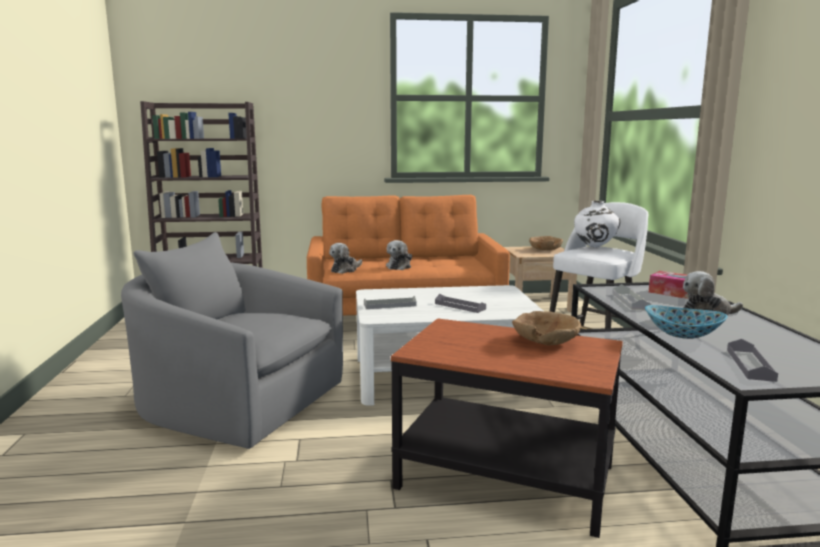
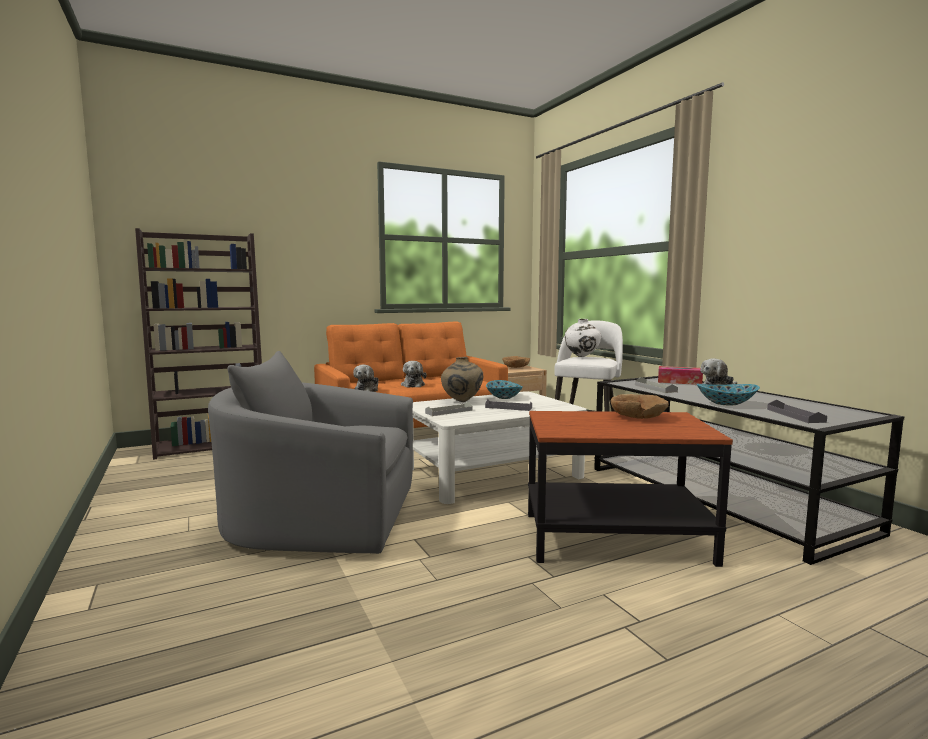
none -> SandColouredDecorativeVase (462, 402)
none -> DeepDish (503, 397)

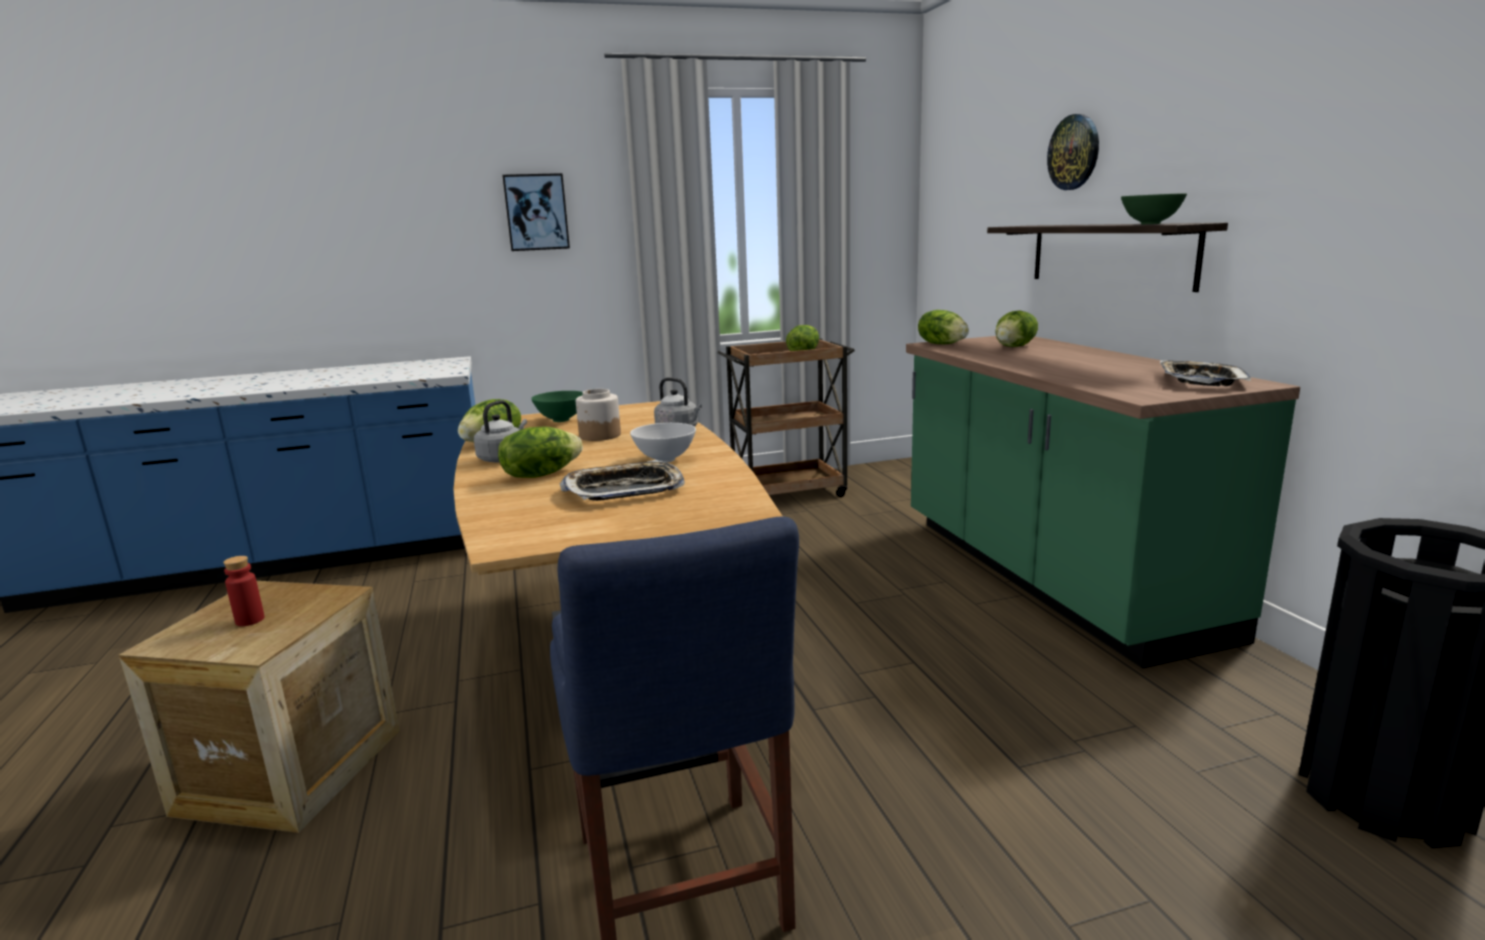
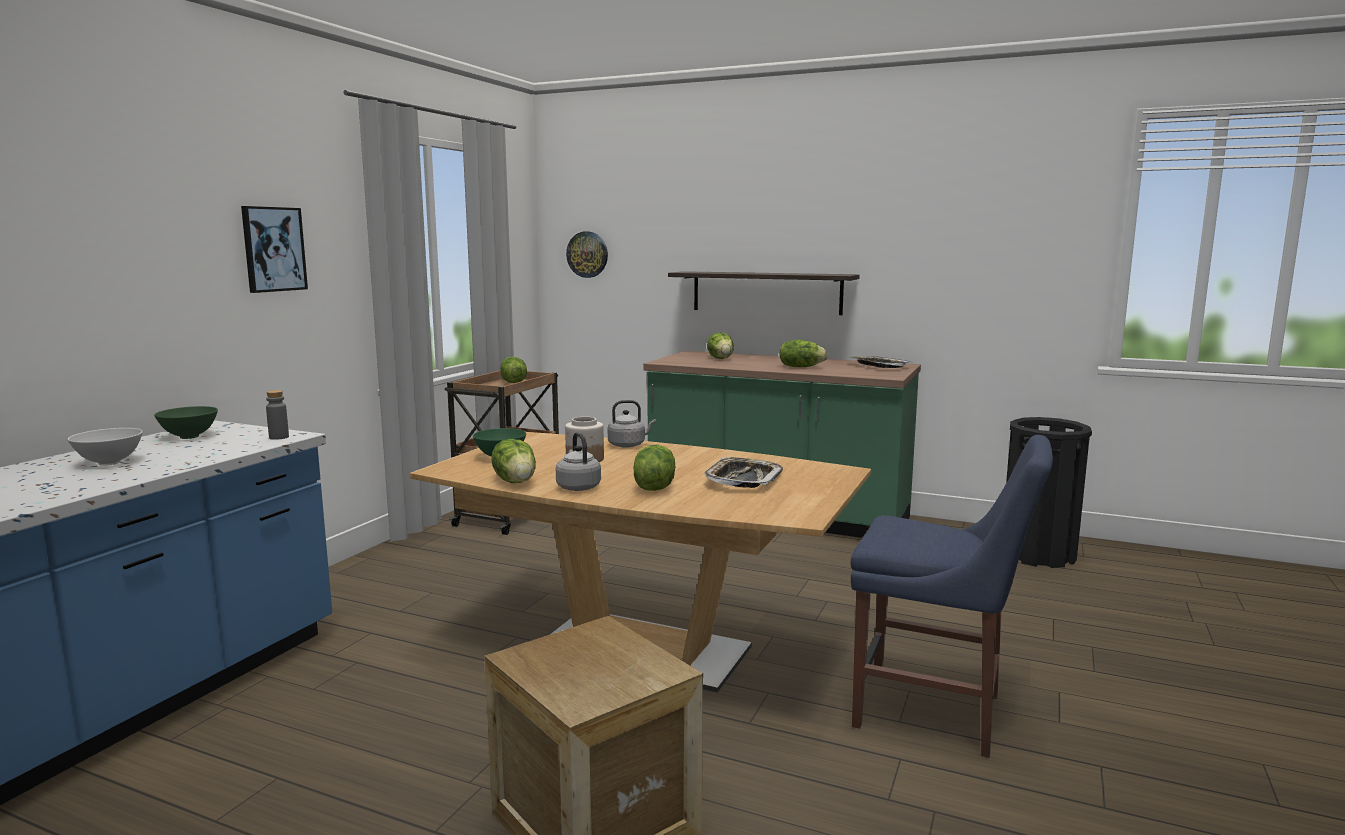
HangingClock (1074, 152) -> HangingClock (587, 254), shifted
GreenColouredDeepDish (1149, 224) -> GreenColouredDeepDish (188, 437), shifted
HeadOfLettuce (942, 344) -> HeadOfLettuce (801, 367), shifted
WhiteColouredDeepDish (665, 459) -> WhiteColouredDeepDish (109, 463), shifted
ReddishBeverageBottle (250, 620) -> none
none -> GrayBeverageBottle (279, 437)

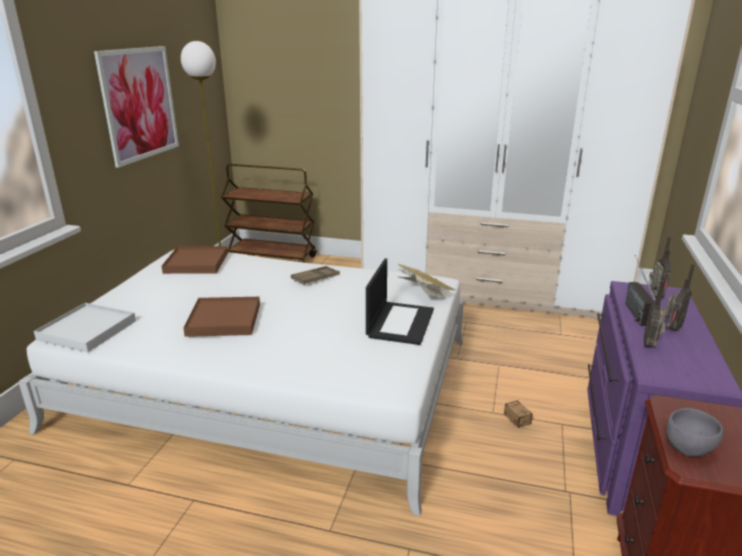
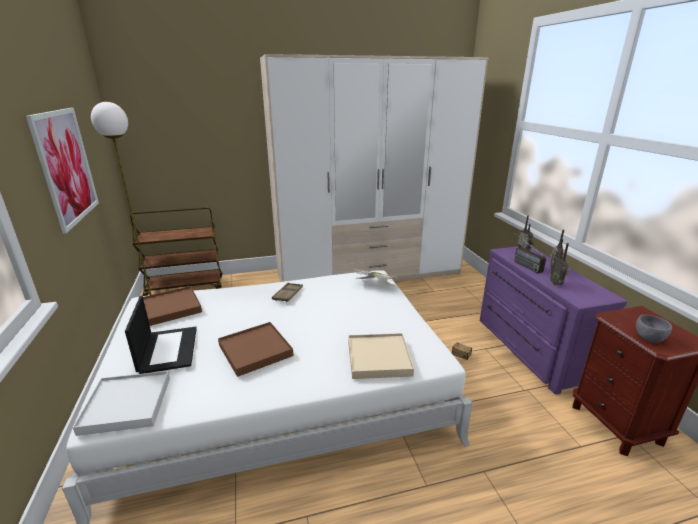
PortableComputer (400, 322) -> PortableComputer (168, 349), shifted
none -> SandColouredServingTray (379, 358)

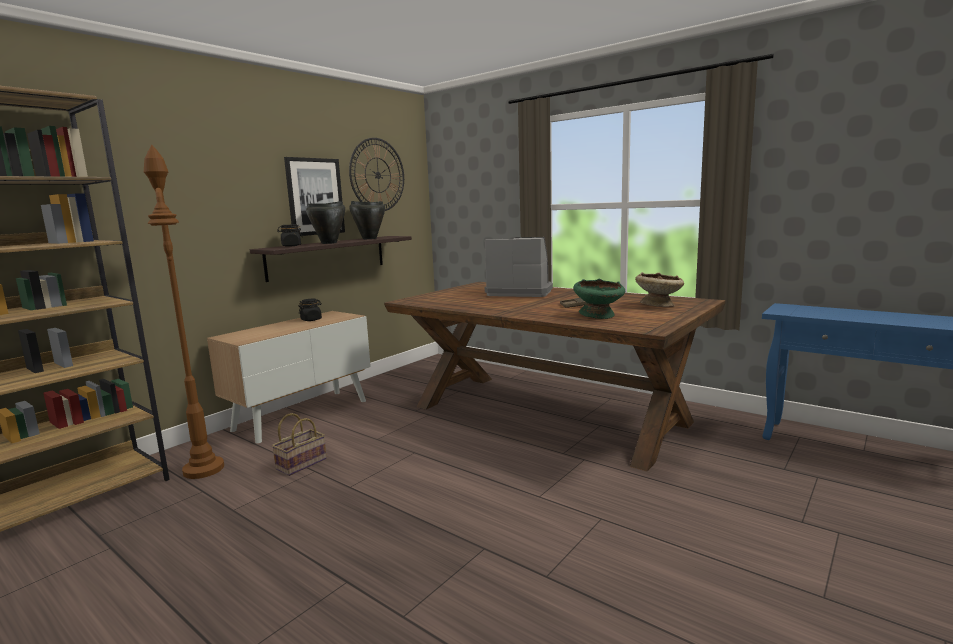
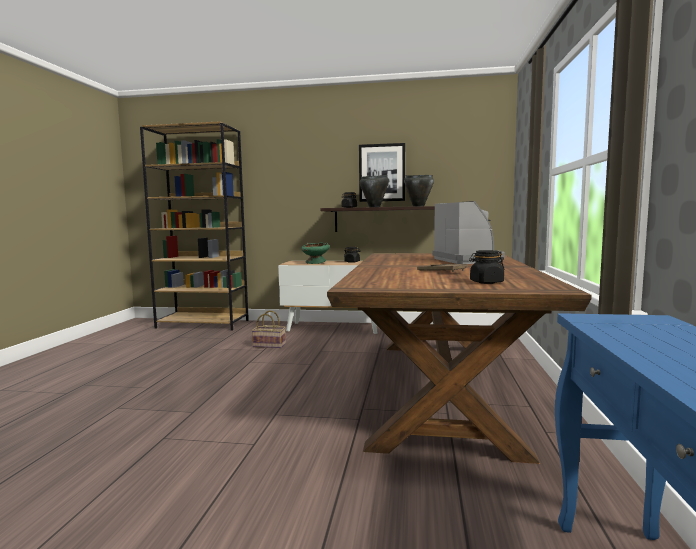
HangingClock (377, 175) -> none
BrownStandardLamp (203, 469) -> none
SandColouredDeepDish (658, 305) -> BlackColouredPreserveJar (486, 282)
GreenColouredDeepDish (599, 315) -> GreenColouredDeepDish (316, 263), shifted

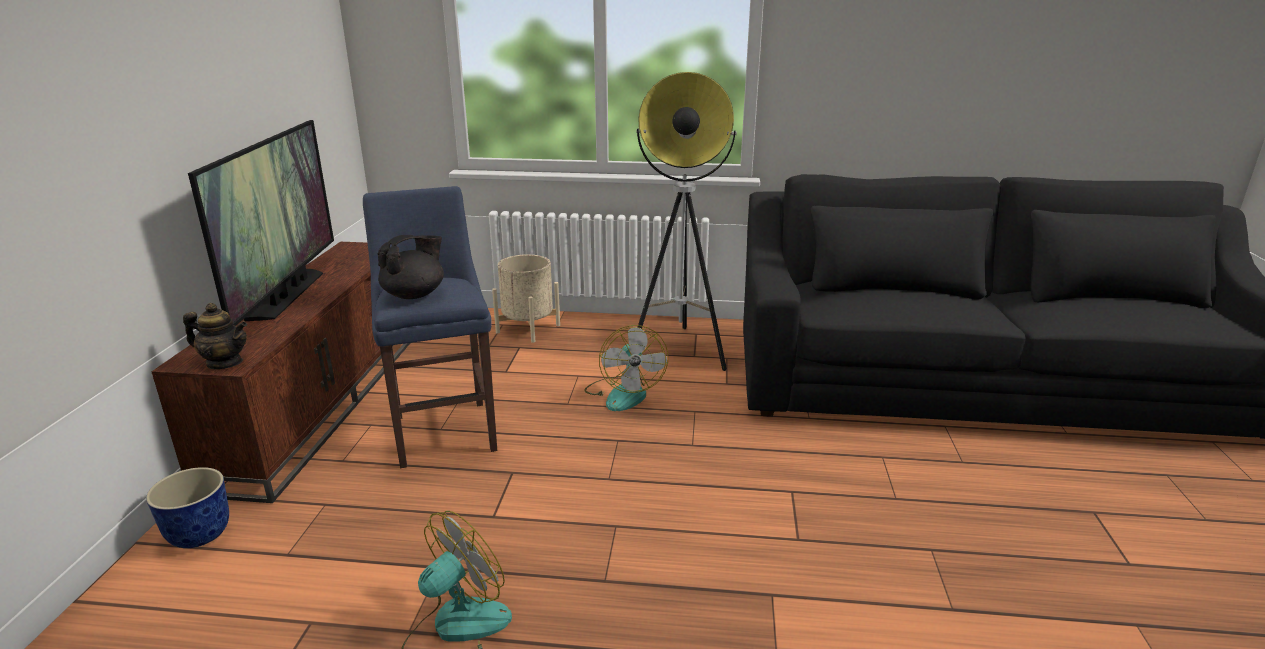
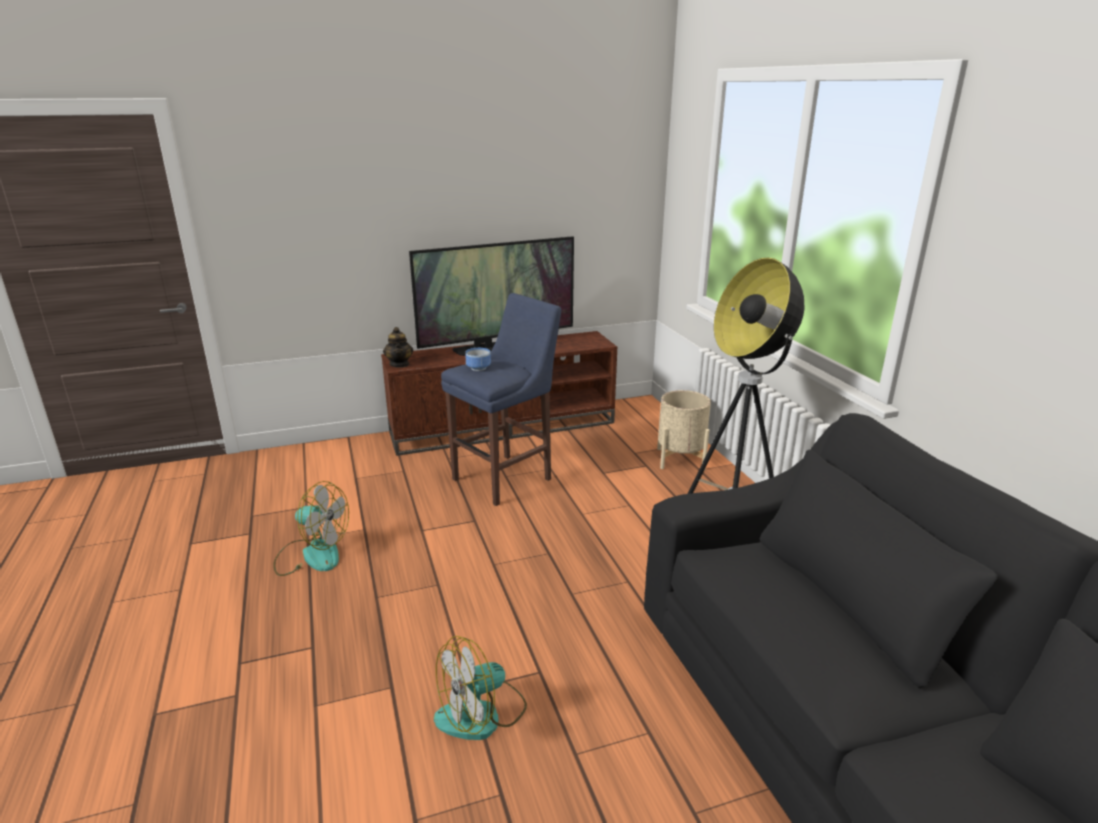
BlackColouredTeapot (415, 295) -> DeepDish (479, 368)
ElectricFan (624, 393) -> ElectricFan (481, 714), shifted
Planter (199, 534) -> none

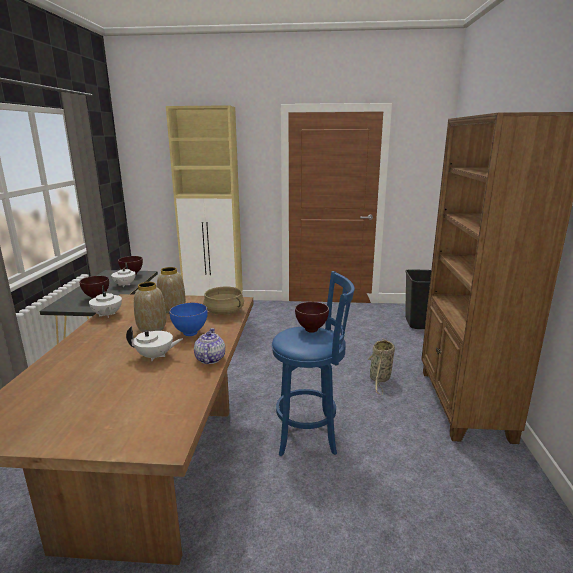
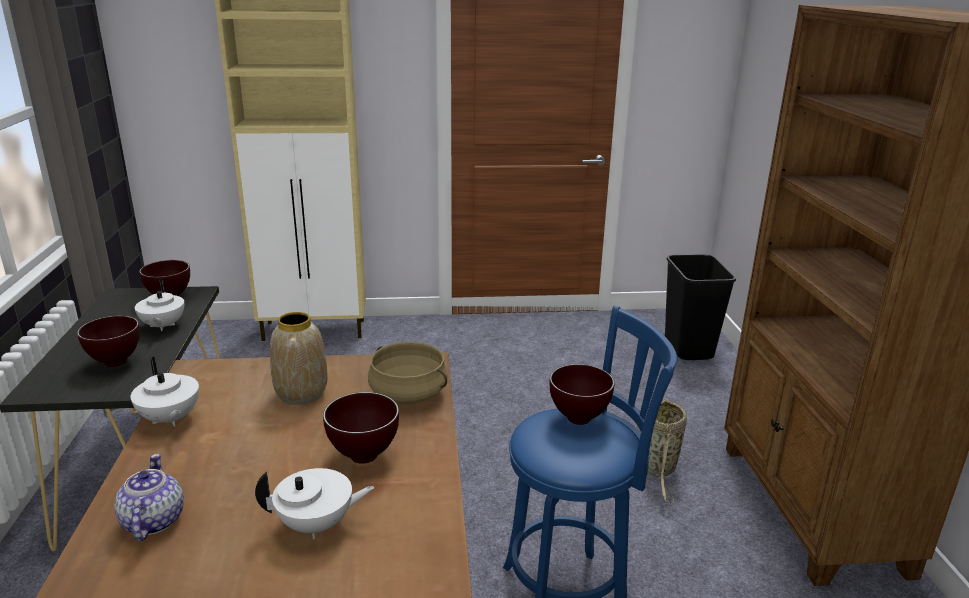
DecorativeVase (152, 328) -> none
BlueColouredDeepDish (190, 334) -> BrownDeepDish (363, 457)
Teapot (209, 359) -> Teapot (152, 521), shifted

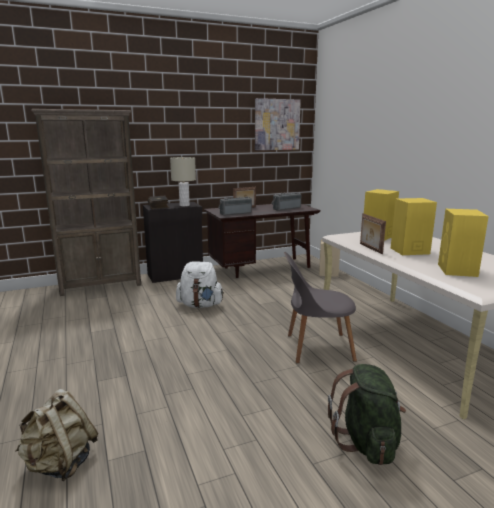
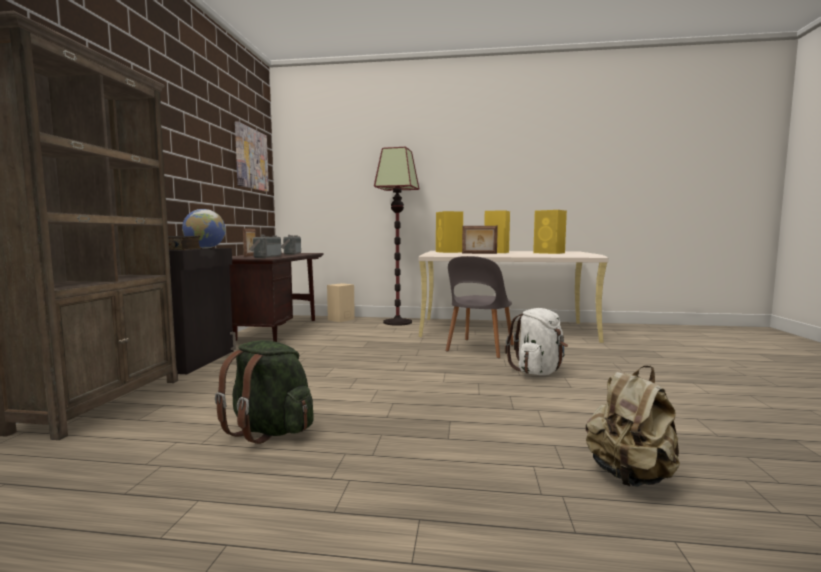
SandColouredTableLamp (184, 205) -> DeskGlobe (205, 248)
WhiteColouredBackpack (200, 305) -> WhiteColouredBackpack (538, 372), shifted
GreenColouredBackpack (366, 442) -> GreenColouredBackpack (269, 430), shifted
none -> StandardLamp (397, 322)

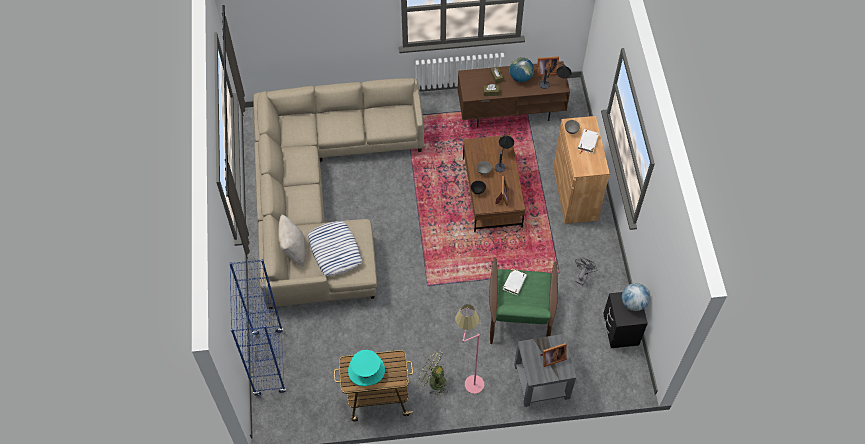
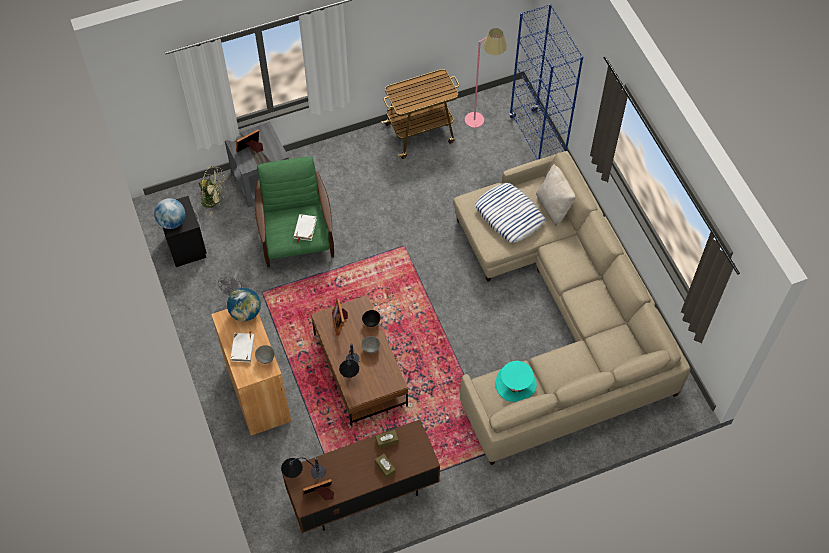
DeskGlobe (520, 77) -> DeskGlobe (245, 313), shifted
PinkishStandardLamp (468, 378) -> PinkishStandardLamp (482, 123), shifted
TurquoiseWearableHat (366, 370) -> TurquoiseWearableHat (515, 384), shifted
GreenColouredElectricFan (433, 381) -> GreenColouredElectricFan (214, 201), shifted

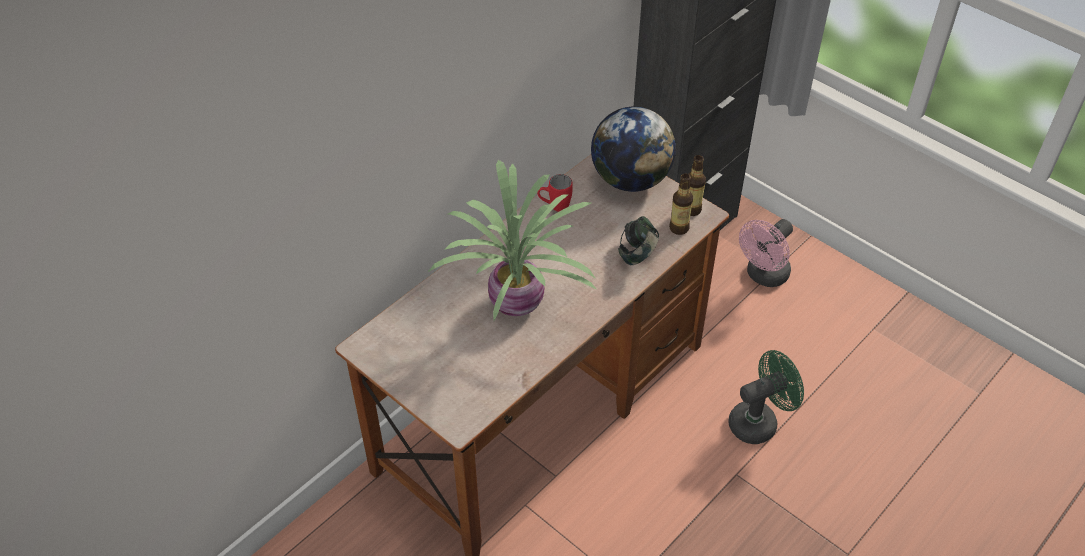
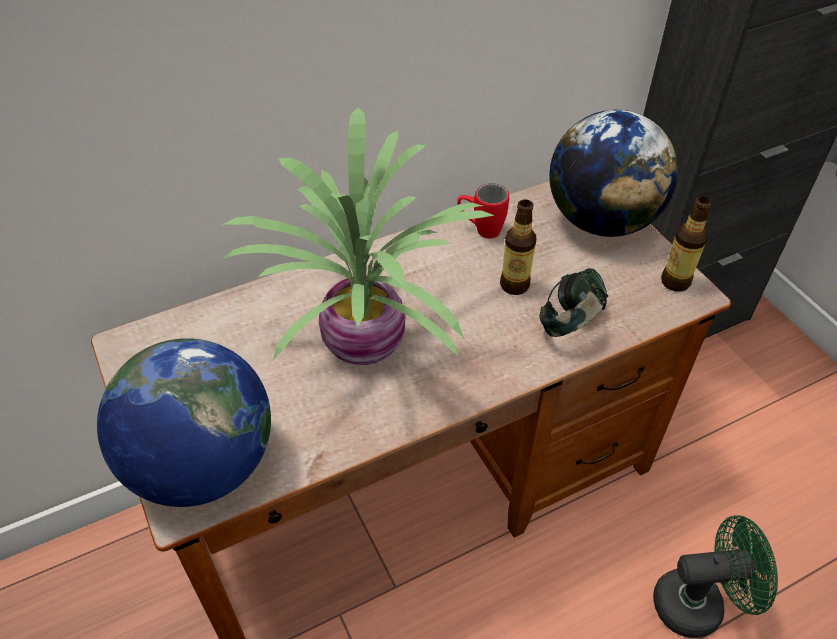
BeverageBottle (679, 228) -> BeverageBottle (514, 285), shifted
PinkishElectricFan (763, 276) -> none
none -> DeskGlobe (202, 465)

